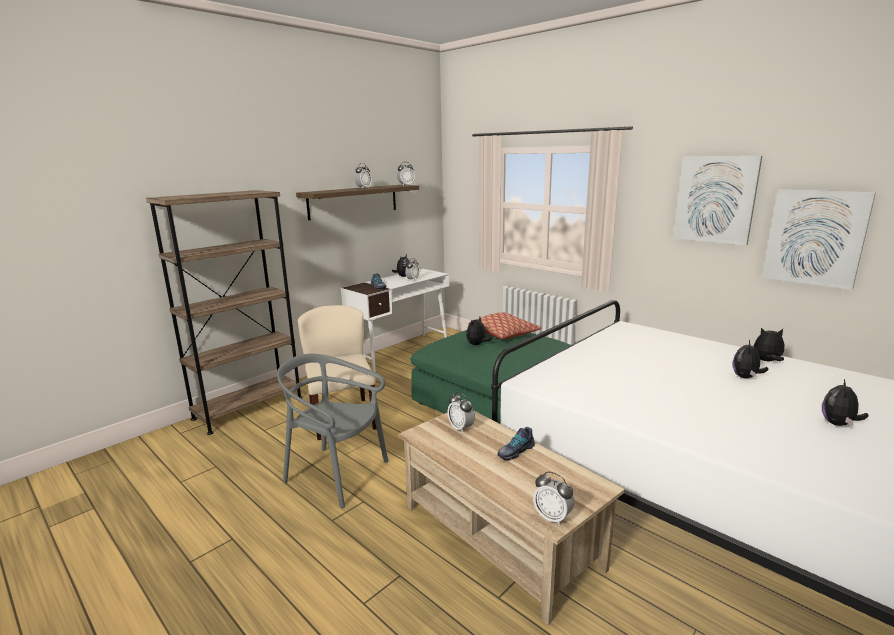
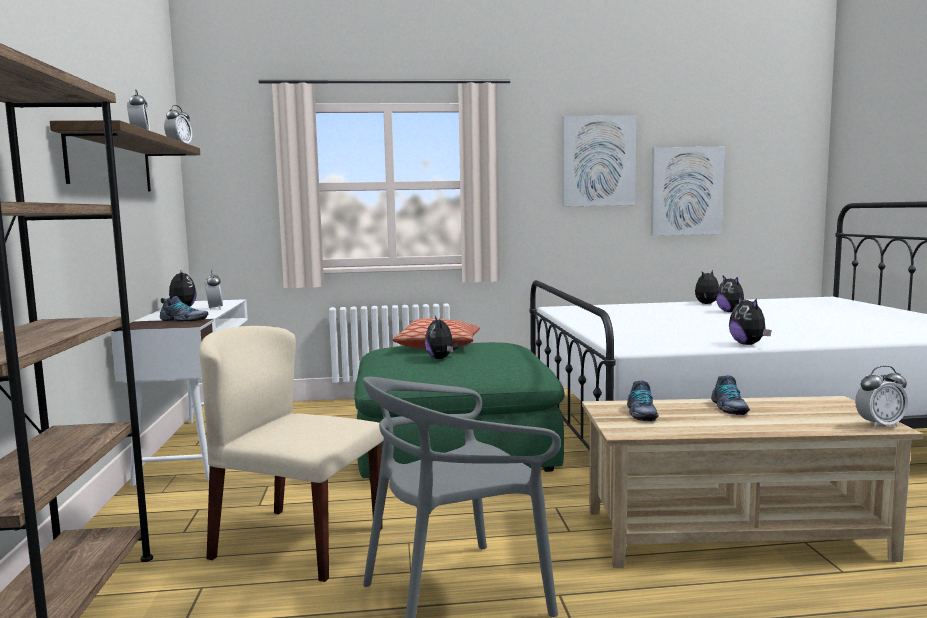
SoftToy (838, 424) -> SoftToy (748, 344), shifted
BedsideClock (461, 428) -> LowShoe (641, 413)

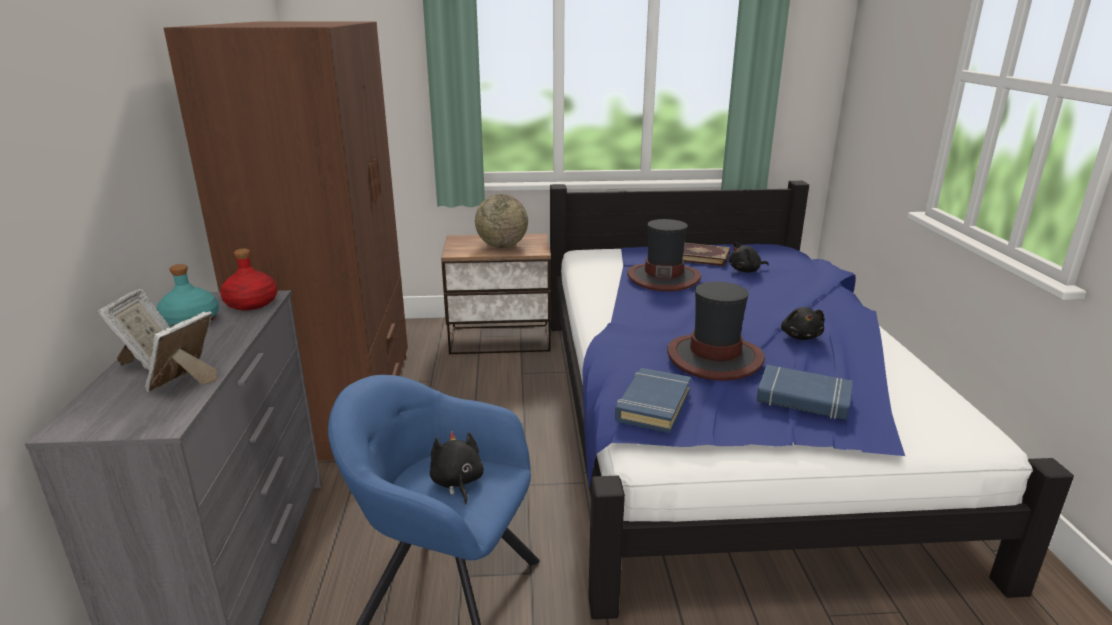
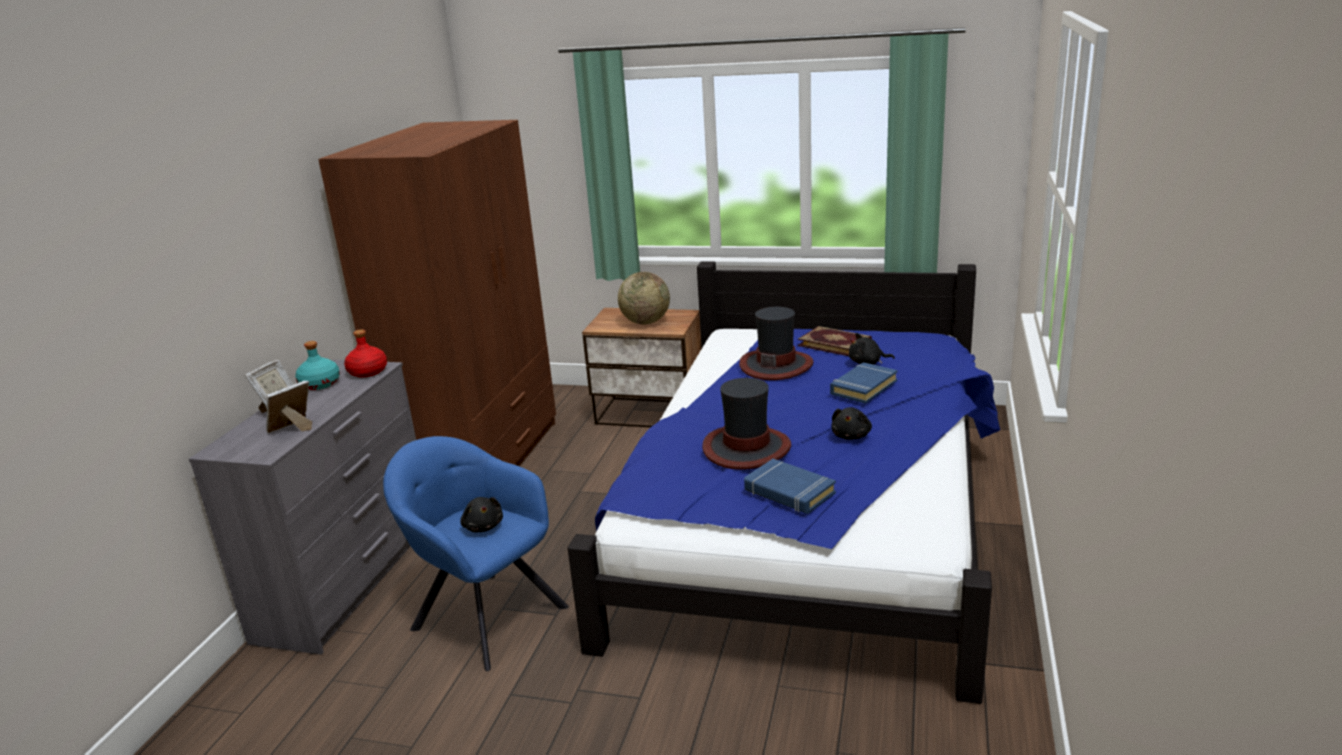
BlueColouredBook (653, 405) -> BlueColouredBook (863, 387), shifted
BlackColouredSoftToy (457, 482) -> BlackColouredSoftToy (483, 526), 150 degrees clockwise

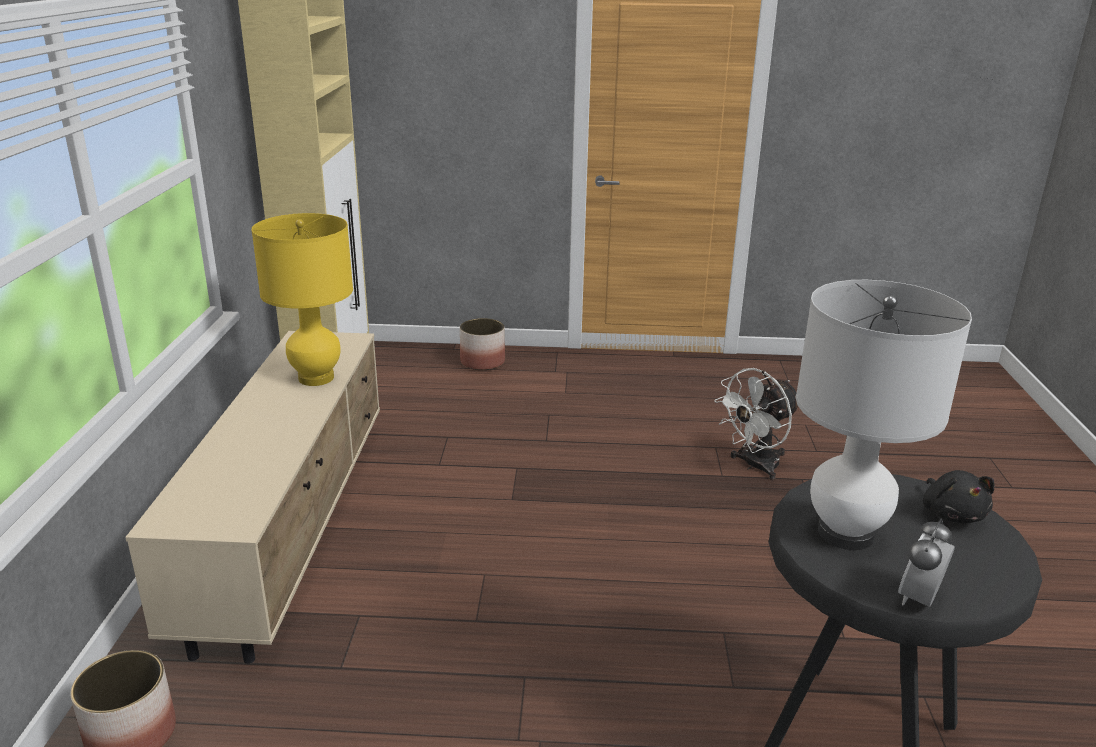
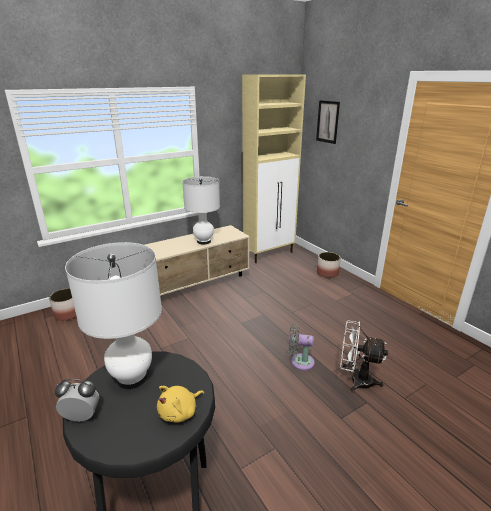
YellowishTableLamp (316, 378) -> WhiteColouredTableLamp (203, 241)
BlackColouredSoftToy (952, 514) -> YellowishSoftToy (180, 412)
none -> WallArt (327, 122)
none -> GrayElectricFan (299, 361)

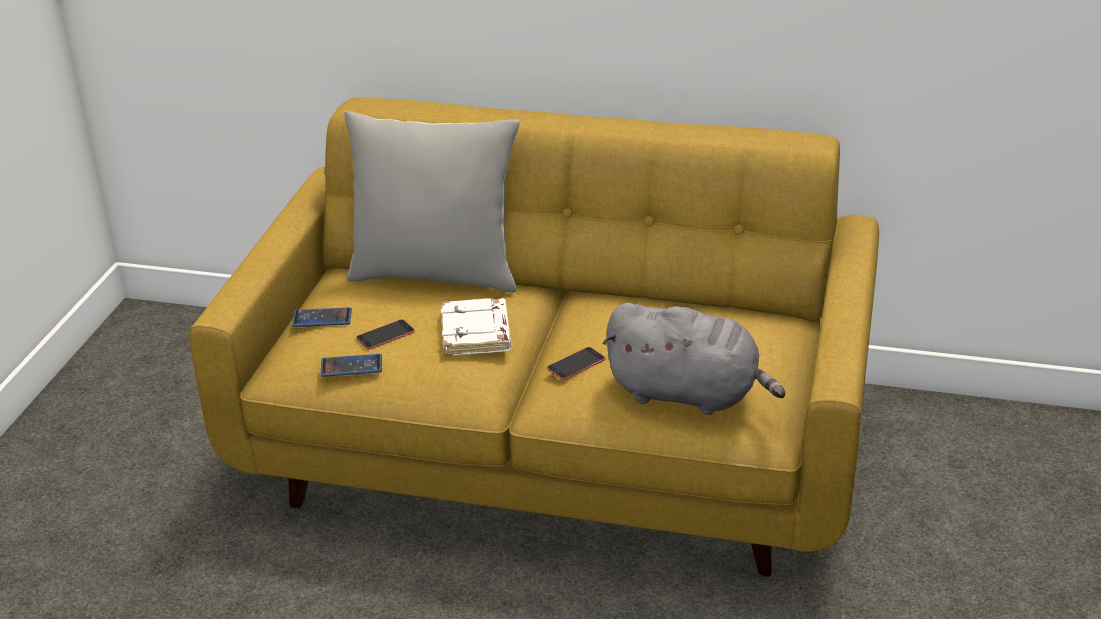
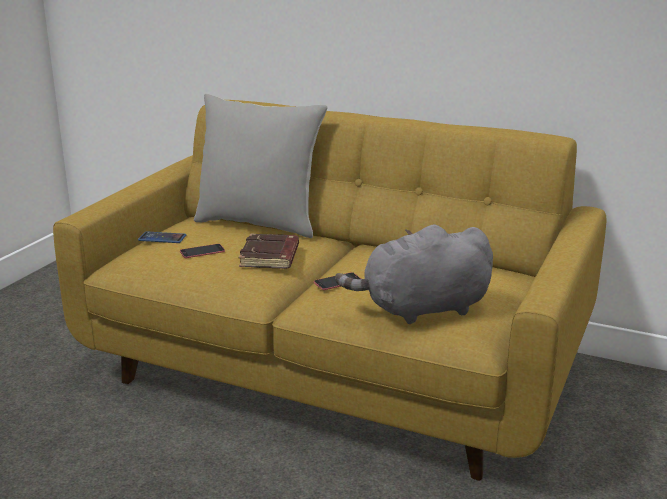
WhiteColouredBook (477, 333) -> BrownBook (270, 257)
GraySoftToy (689, 394) -> GraySoftToy (421, 309), 135 degrees clockwise
Handset (351, 366) -> none

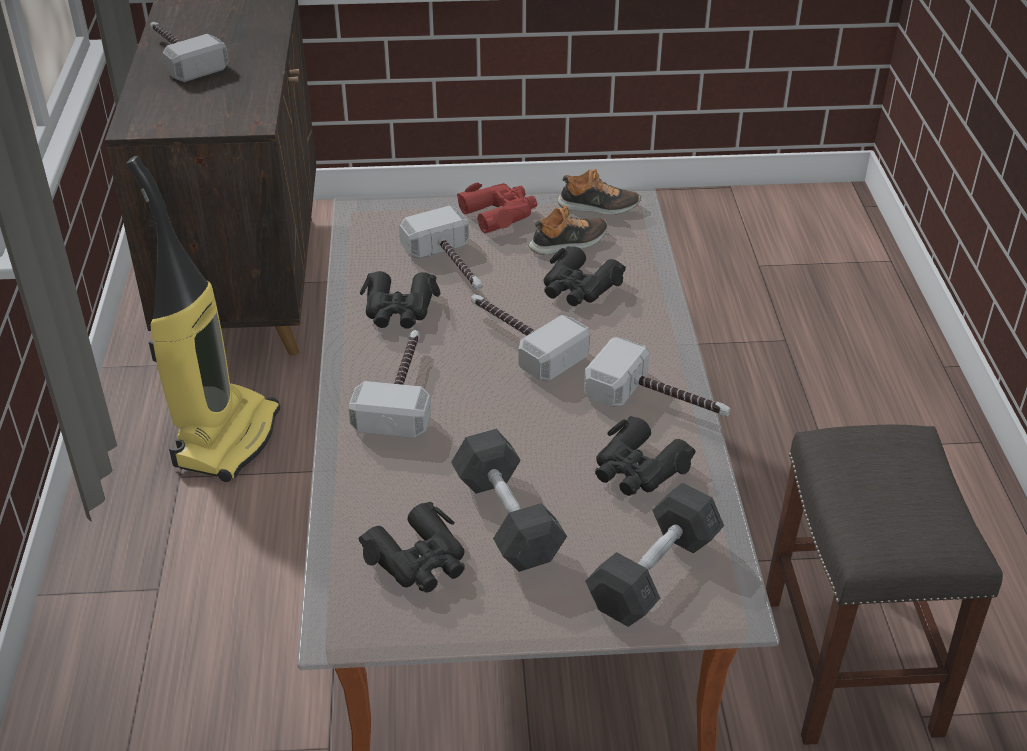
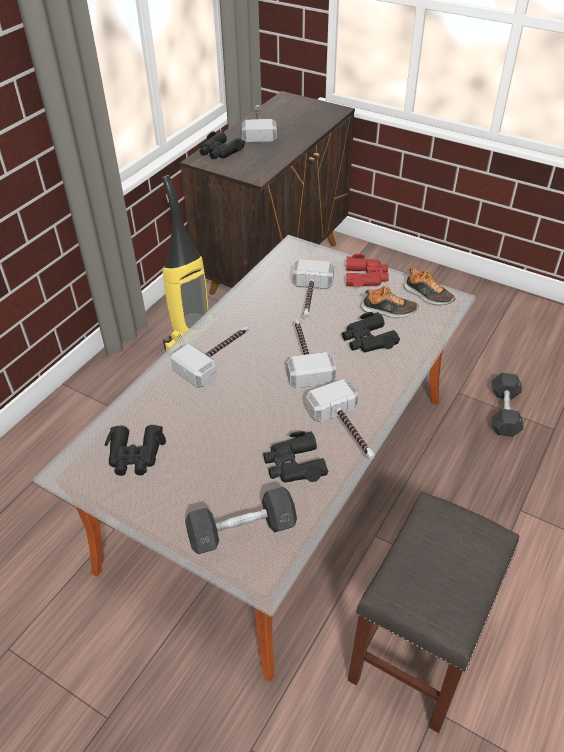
BlackColouredFieldGlasses (399, 309) -> BlackColouredFieldGlasses (220, 152), shifted
GrayDumbbell (507, 518) -> GrayDumbbell (504, 412), shifted

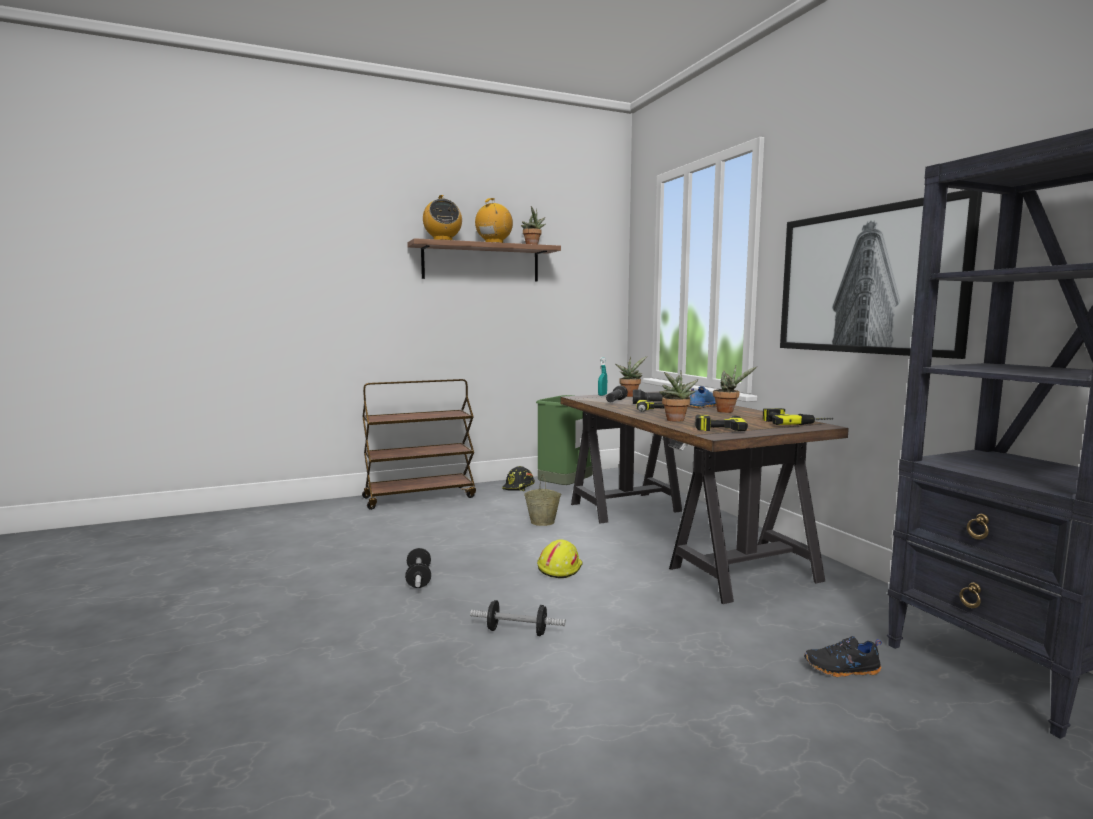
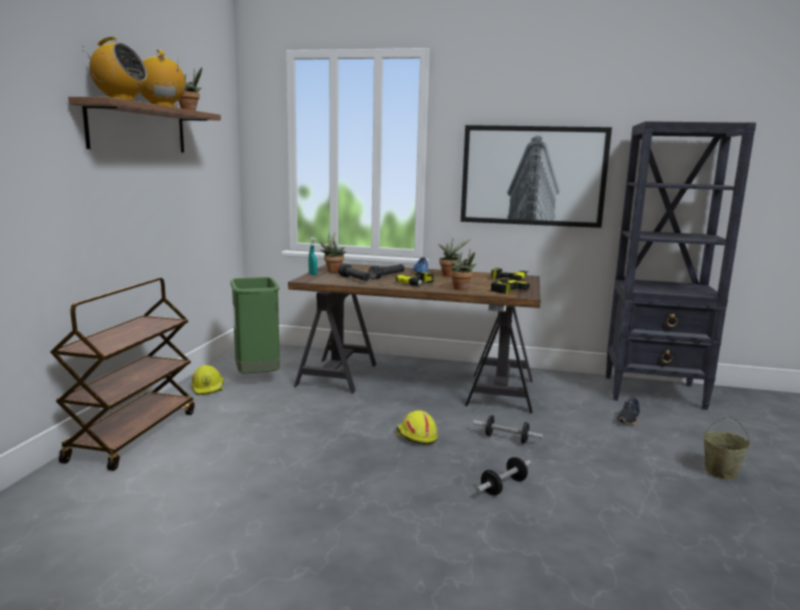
BlackColouredSafetyHelmet (519, 487) -> YellowishSafetyHelmet (208, 388)
SandColouredBucket (543, 522) -> SandColouredBucket (721, 472), shifted
Dumbbell (419, 579) -> Dumbbell (506, 439), shifted

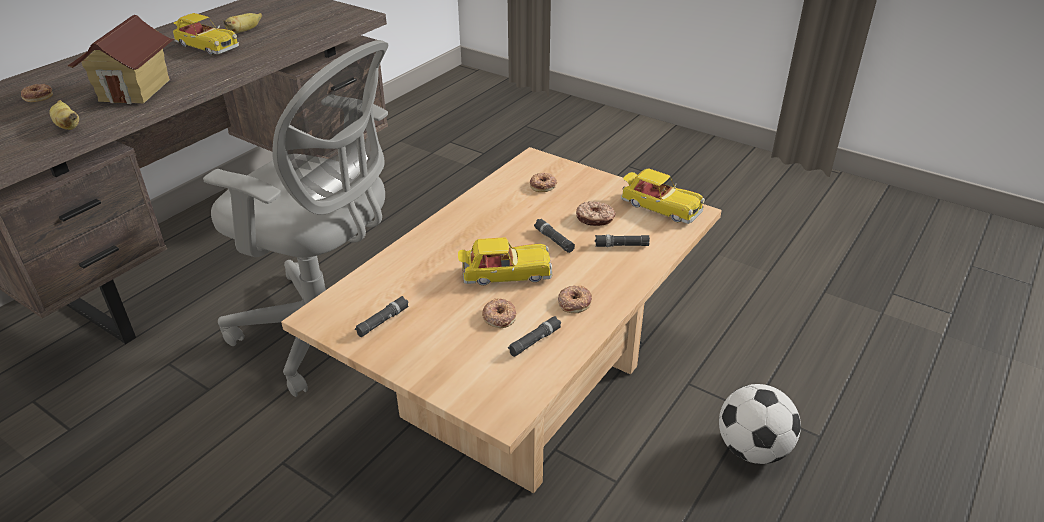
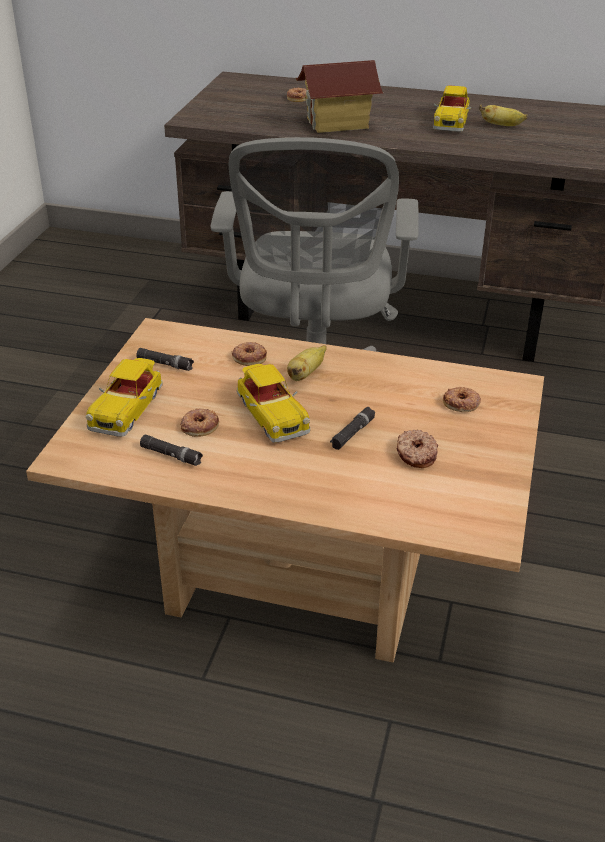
WholeBanana (68, 126) -> WholeBanana (305, 374), shifted
MiniatureCar (659, 207) -> MiniatureCar (127, 408), shifted
BlackColouredFlashlight (621, 245) -> none
Doughnut (574, 302) -> Doughnut (249, 357), shifted
Football (752, 449) -> none

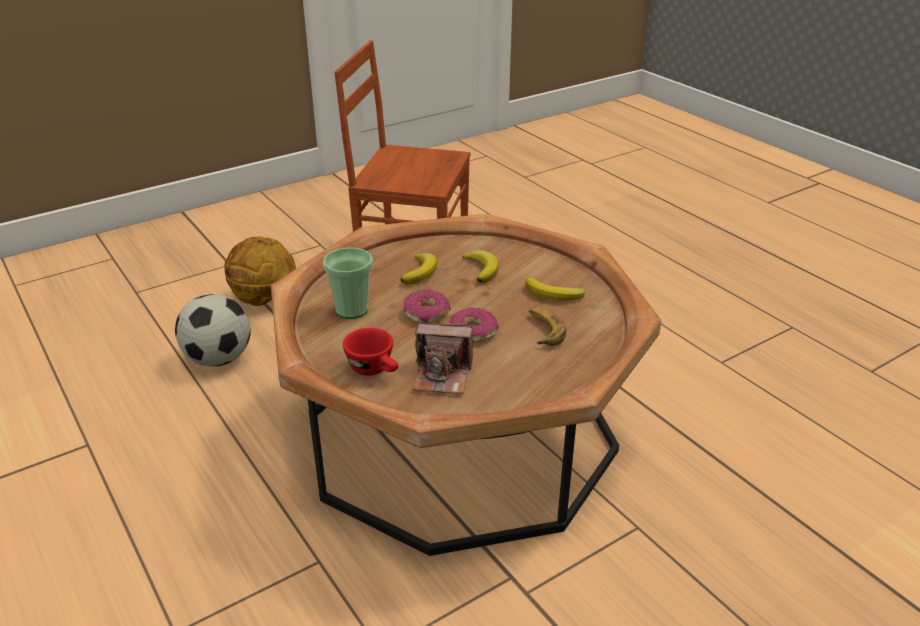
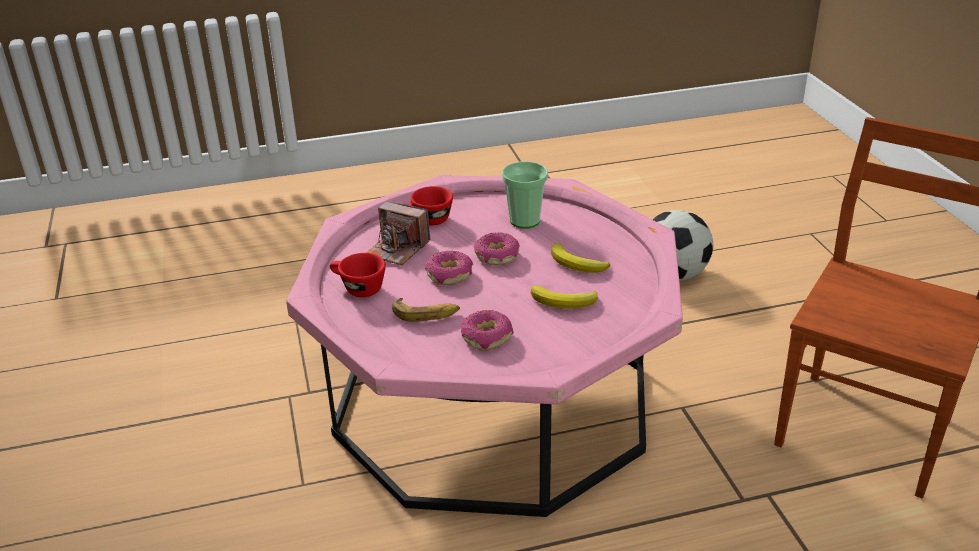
BrownCoffeeTable (459, 434) -> PinkishCoffeeTable (492, 400)
BallForBasketball (263, 299) -> none
WholeBanana (554, 294) -> Doughnut (487, 337)
StillCamera (442, 375) -> StillCamera (397, 249), 90 degrees counterclockwise
none -> ReddishCup (358, 288)

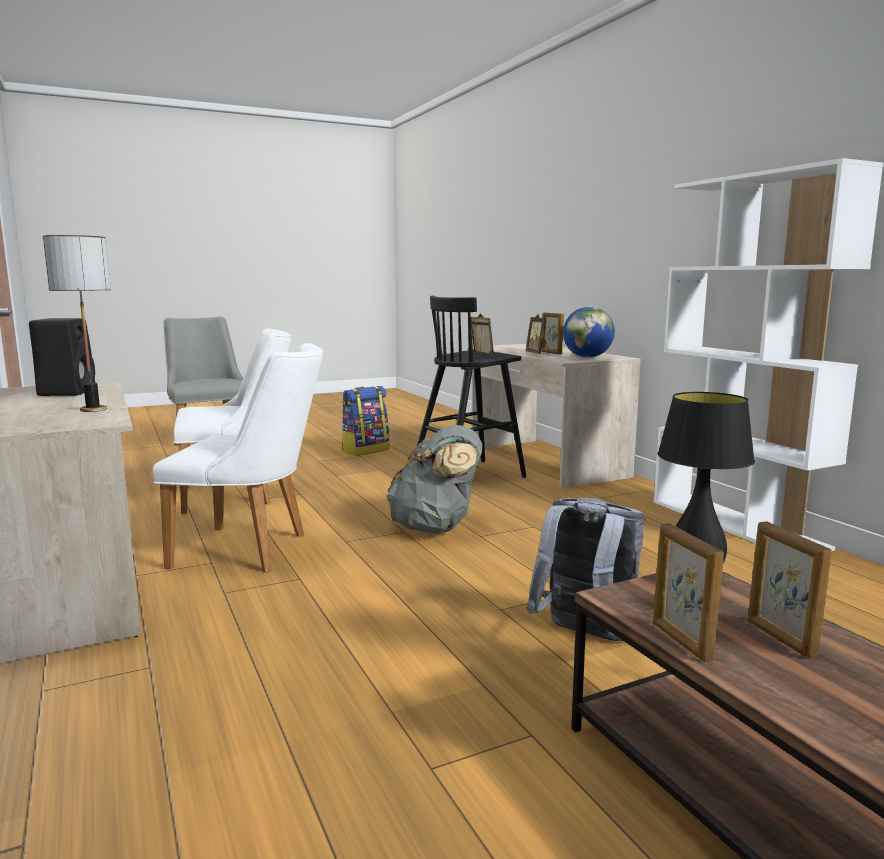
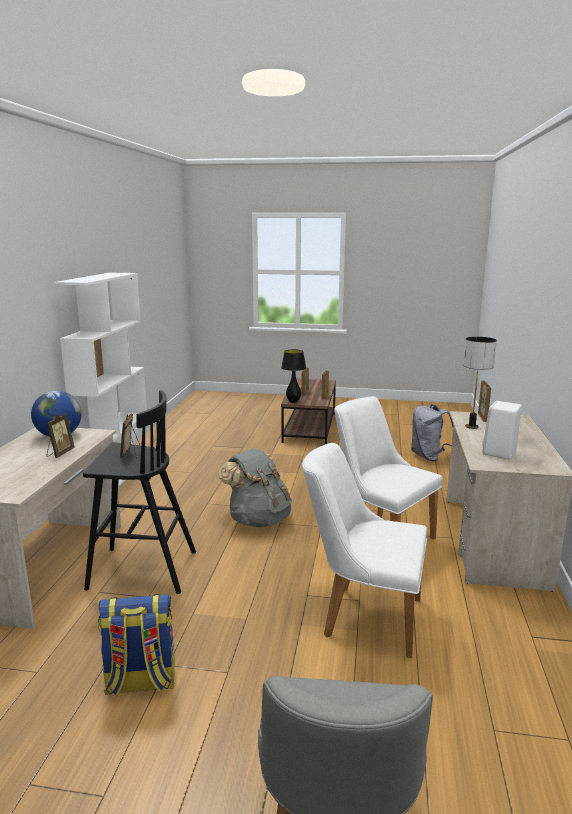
PhotoFrame (551, 353) -> PhotoFrame (482, 417), shifted
BlackColouredSpeaker (67, 392) -> WhiteColouredSpeaker (499, 453)
GrayBackpack (585, 637) -> GrayBackpack (429, 457), shifted

